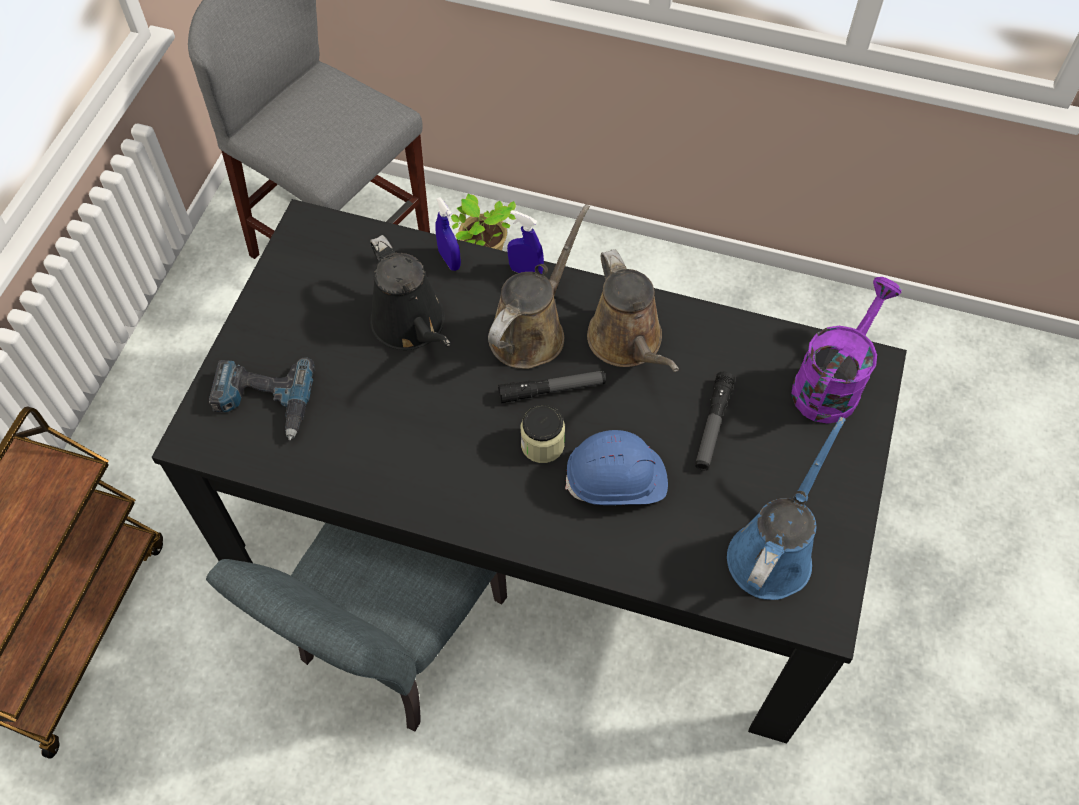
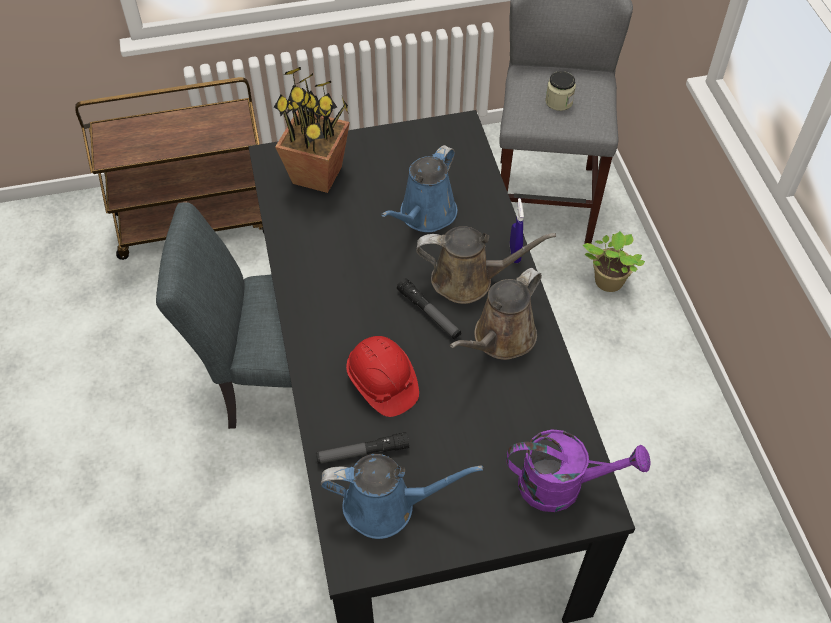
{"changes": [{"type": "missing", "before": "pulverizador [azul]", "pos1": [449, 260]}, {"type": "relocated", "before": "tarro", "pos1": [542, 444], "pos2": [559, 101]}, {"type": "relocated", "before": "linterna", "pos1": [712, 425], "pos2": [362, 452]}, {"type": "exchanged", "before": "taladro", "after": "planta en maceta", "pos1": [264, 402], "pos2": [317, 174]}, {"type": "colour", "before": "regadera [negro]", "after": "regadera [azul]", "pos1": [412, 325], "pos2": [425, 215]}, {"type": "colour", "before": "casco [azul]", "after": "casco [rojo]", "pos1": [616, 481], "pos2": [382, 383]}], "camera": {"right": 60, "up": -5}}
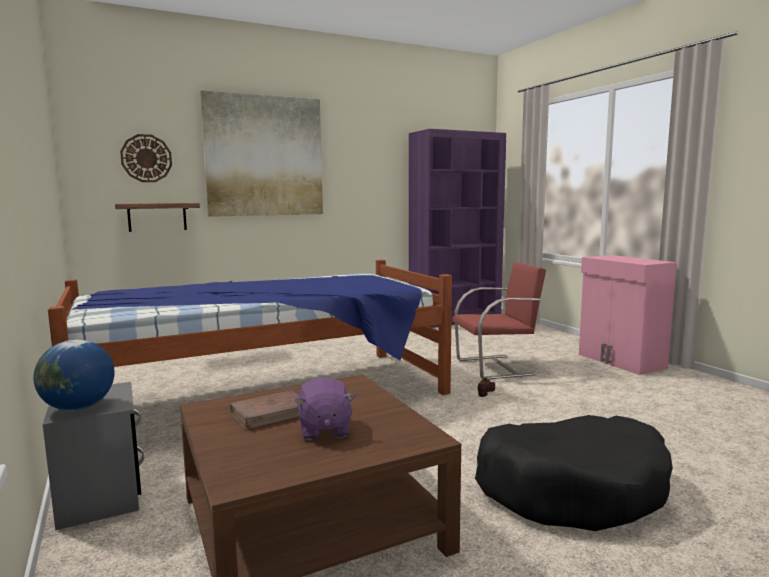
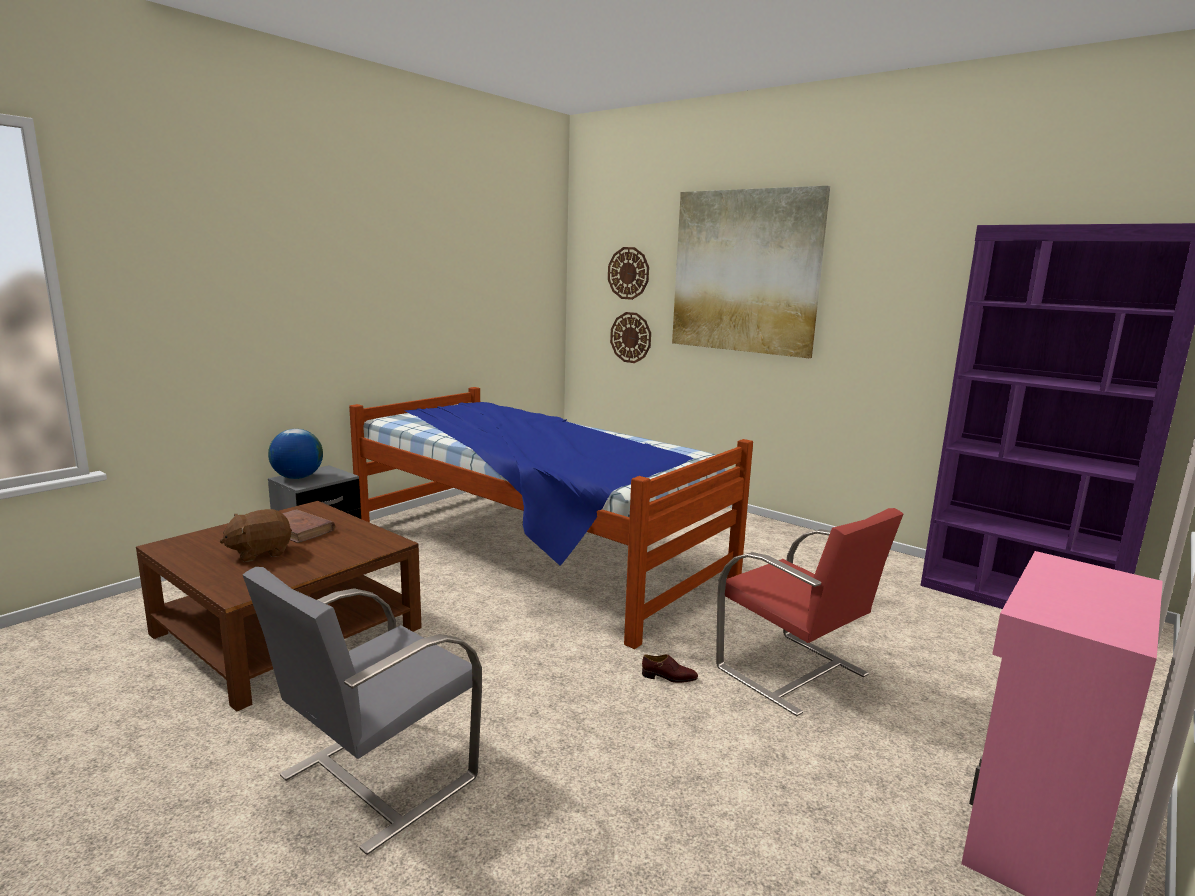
{"changes": [{"type": "exchanged", "before": "estante", "after": "reloj de pared", "pos1": [157, 217], "pos2": [631, 337]}, {"type": "exchanged", "before": "cama para perro [negro]", "after": "silla [gris]", "pos1": [572, 488], "pos2": [375, 778]}, {"type": "colour", "before": "peluche [morado]", "after": "peluche [marrón]", "pos1": [324, 430], "pos2": [260, 553]}], "camera": {"right": 65, "up": 5}}
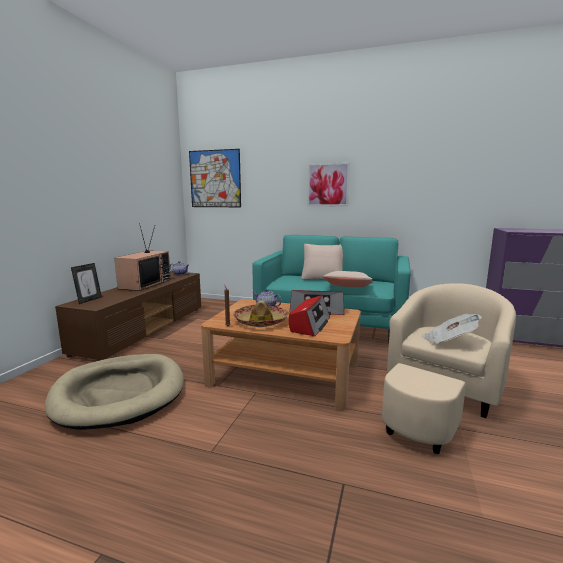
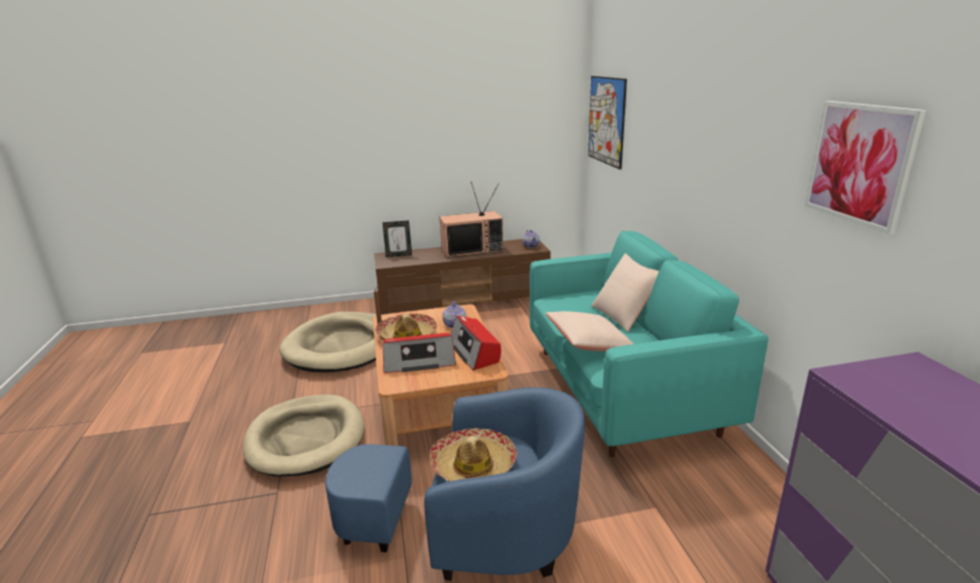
{"changes": [{"type": "appeared", "after": "cama para perro [beis]", "pos2": [306, 438]}, {"type": "relocated", "before": "cuadro", "pos1": [328, 185], "pos2": [859, 163]}, {"type": "exchanged", "before": "periódico", "after": "sombrero", "pos1": [448, 341], "pos2": [474, 466]}, {"type": "colour", "before": "sillón [beis]", "after": "sillón [azul]", "pos1": [441, 397], "pos2": [472, 531]}], "camera": {"right": 60, "up": 10}}
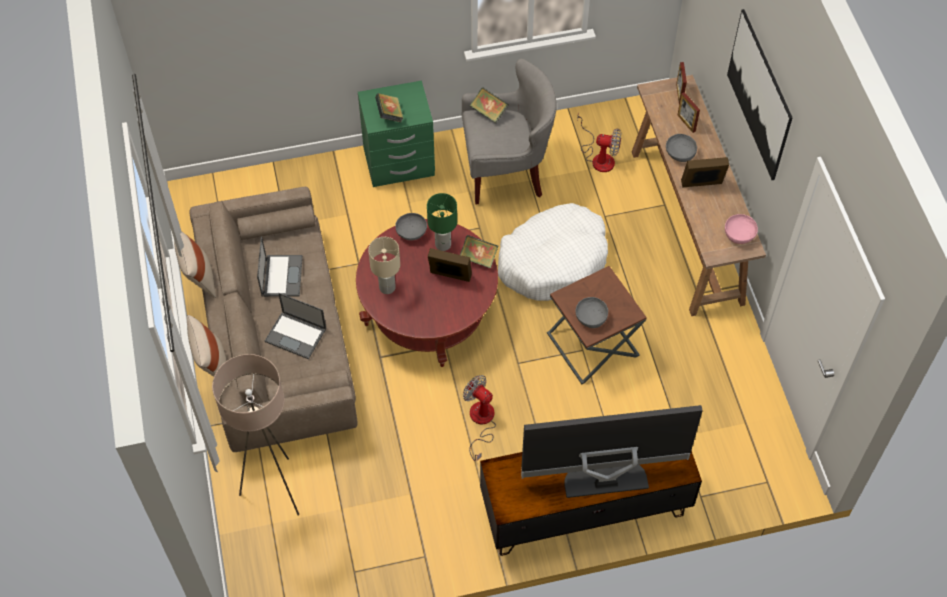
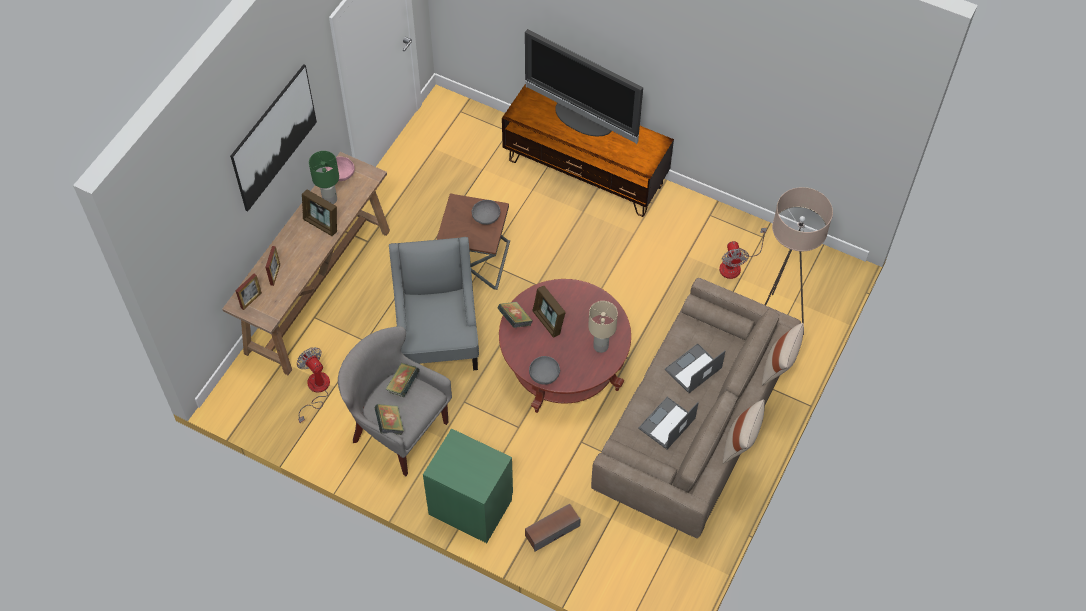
{"changes": [{"type": "missing", "before": "cuenco [gris]", "pos1": [679, 154]}, {"type": "appeared", "after": "altavoz", "pos2": [552, 530]}, {"type": "relocated", "before": "libro", "pos1": [389, 114], "pos2": [403, 385]}, {"type": "relocated", "before": "lámpara de mesa [verde]", "pos1": [443, 244], "pos2": [329, 199]}, {"type": "relocated", "before": "ventilador", "pos1": [481, 422], "pos2": [735, 265]}, {"type": "exchanged", "before": "cama para perro [blanco]", "after": "sillón [gris]", "pos1": [553, 260], "pos2": [438, 336]}, {"type": "spun", "before": "portátil", "pos1": [296, 335], "pos2": [693, 369], "turn": -105}], "camera": {"right": -140, "up": 0}}
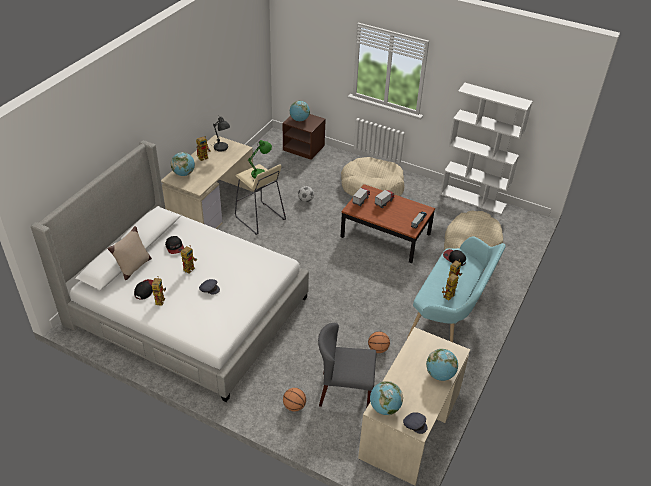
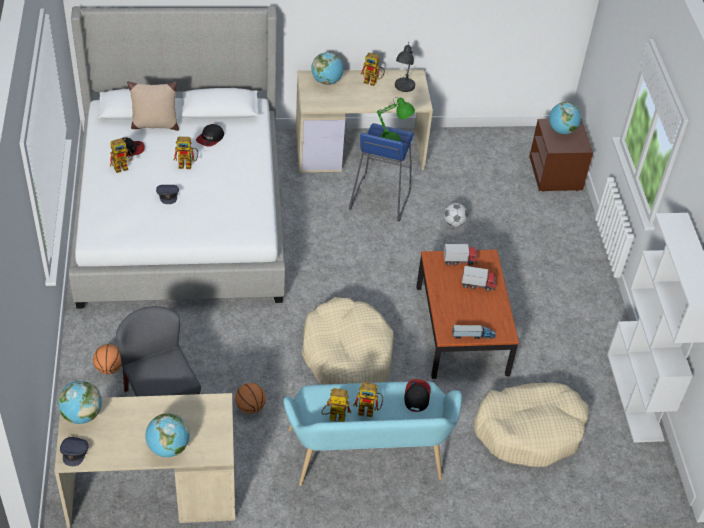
{"changes": [{"type": "relocated", "before": "cama para perro [beis]", "pos1": [372, 187], "pos2": [347, 355]}, {"type": "colour", "before": "taburete [beis]", "after": "taburete [azul]", "pos1": [260, 218], "pos2": [380, 199]}], "camera": {"right": 55, "up": 5}}
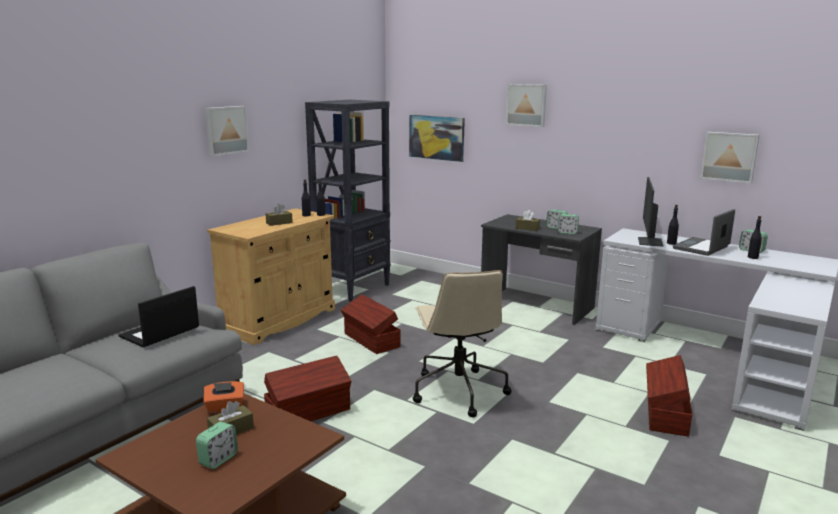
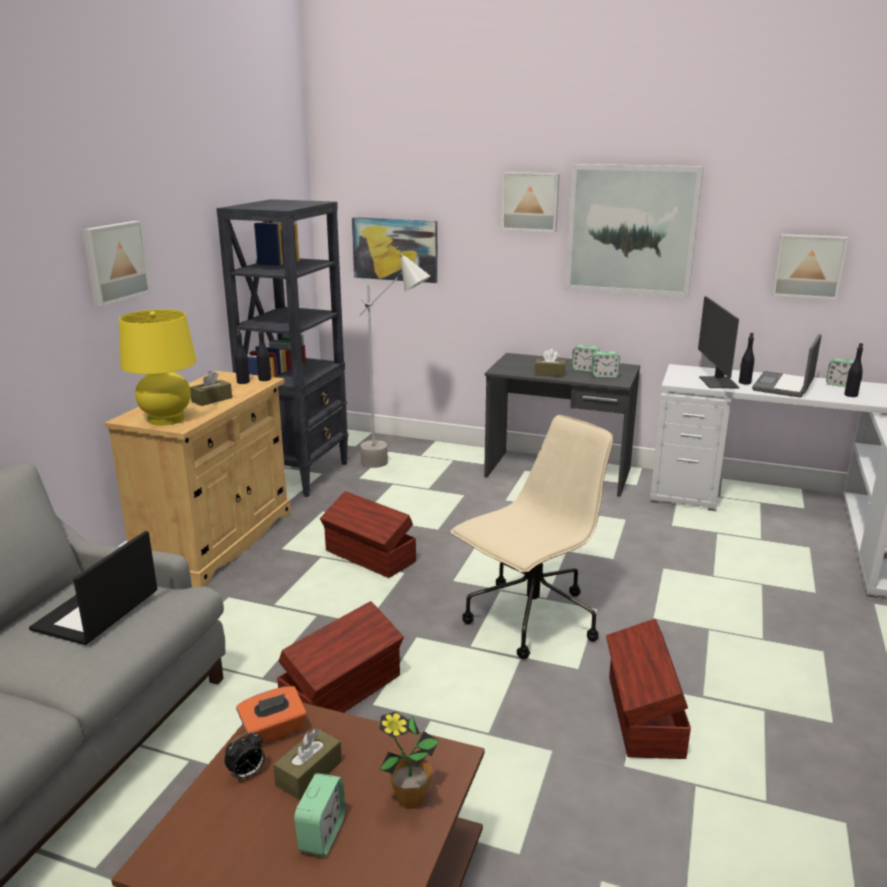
{"changes": [{"type": "appeared", "after": "lámpara de mesa [amarillo]", "pos2": [166, 419]}, {"type": "appeared", "after": "despertador", "pos2": [247, 774]}, {"type": "appeared", "after": "lámpara de pie [gris]", "pos2": [395, 465]}, {"type": "appeared", "after": "planta en maceta", "pos2": [410, 799]}, {"type": "appeared", "after": "cuadro", "pos2": [631, 230]}, {"type": "relocated", "before": "caja de almacenaje [marrón]", "pos1": [665, 413], "pos2": [643, 716]}, {"type": "spun", "before": "silla de oficina [beis]", "pos1": [458, 391], "pos2": [530, 620], "turn": -105}], "camera": {"right": -15, "up": 5}}
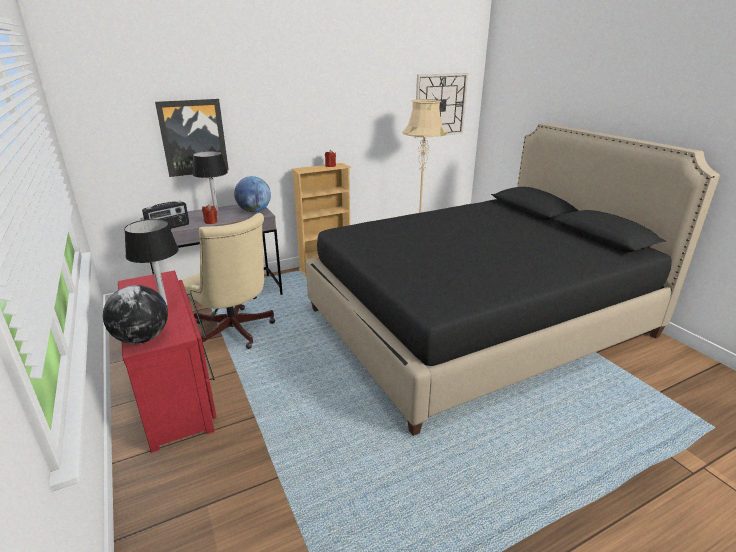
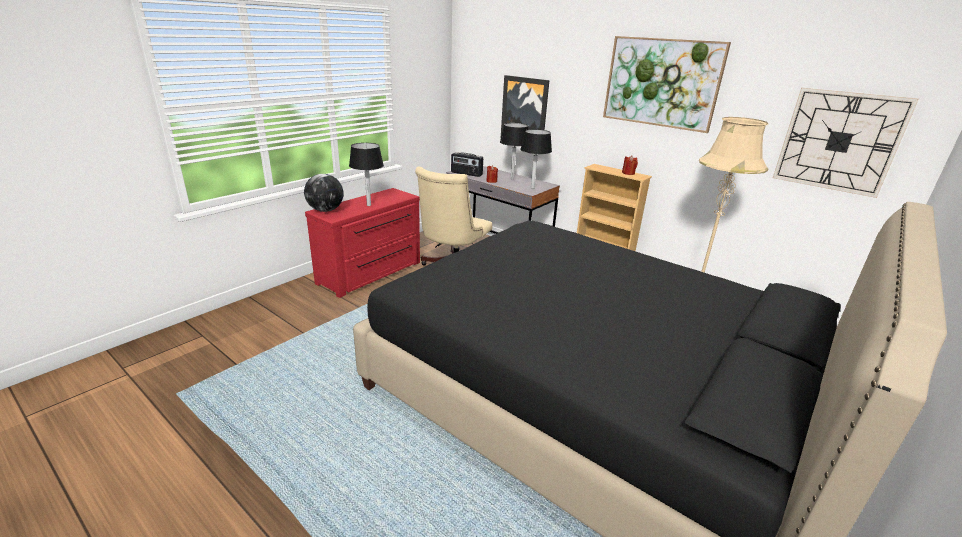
{"changes": [{"type": "appeared", "after": "cuadro", "pos2": [661, 83]}, {"type": "exchanged", "before": "globo terráqueo", "after": "lámpara de mesa [negro]", "pos1": [254, 211], "pos2": [532, 188]}], "camera": {"right": 65, "up": 0}}
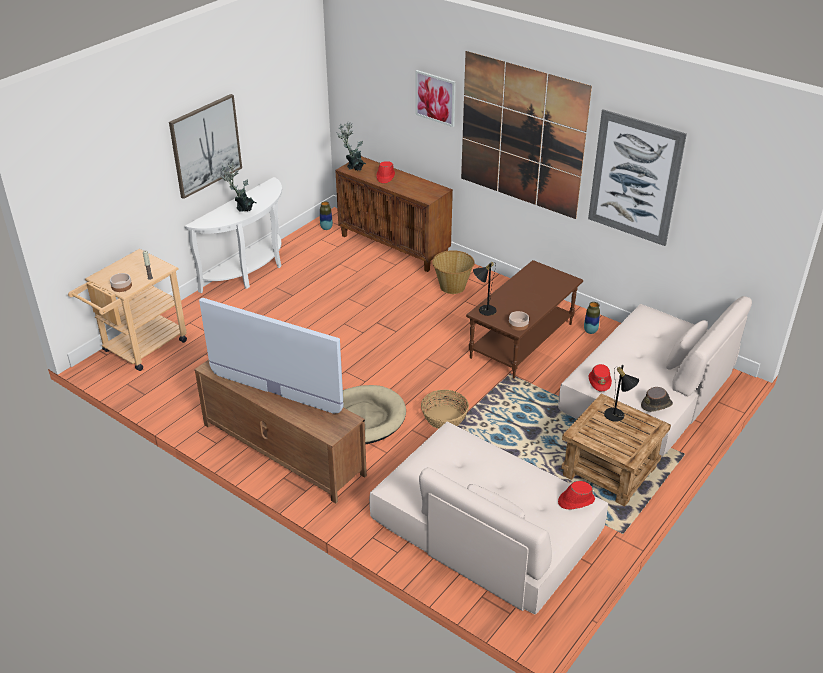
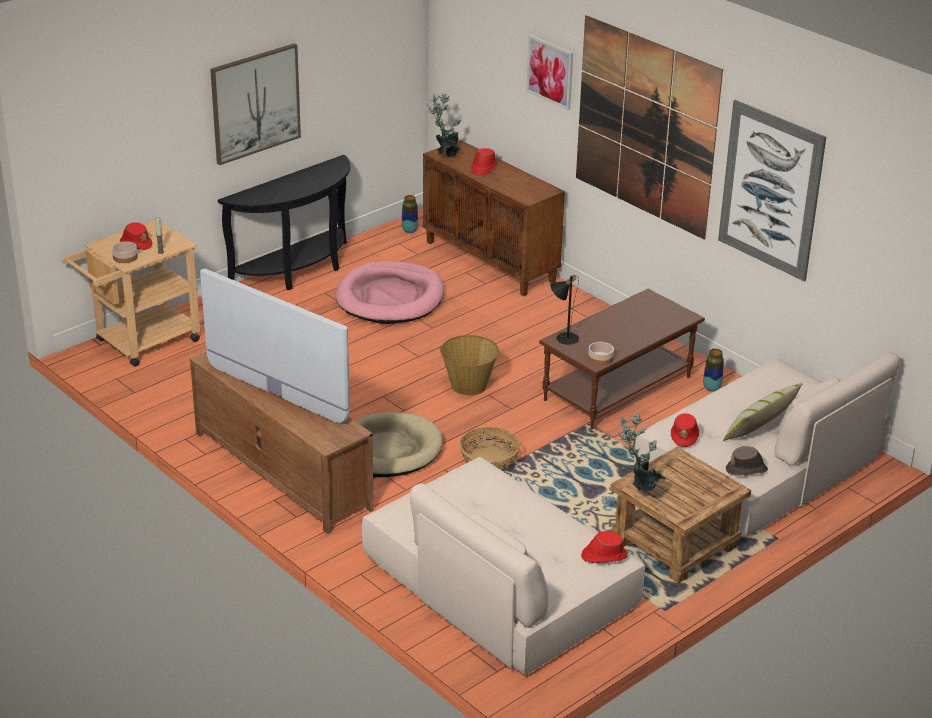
{"changes": [{"type": "missing", "before": "lámpara de mesa [negro]", "pos1": [617, 416]}, {"type": "appeared", "after": "sombrero [rojo]", "pos2": [136, 243]}, {"type": "appeared", "after": "cama para perro [rosa]", "pos2": [390, 298]}, {"type": "appeared", "after": "cojín", "pos2": [760, 427]}, {"type": "relocated", "before": "planta en maceta", "pos1": [242, 211], "pos2": [640, 487]}, {"type": "relocated", "before": "cesta", "pos1": [452, 286], "pos2": [468, 385]}, {"type": "colour", "before": "mesa consola [blanco]", "after": "mesa consola [negro]", "pos1": [250, 271], "pos2": [298, 271]}], "camera": {"right": 10, "up": -5}}
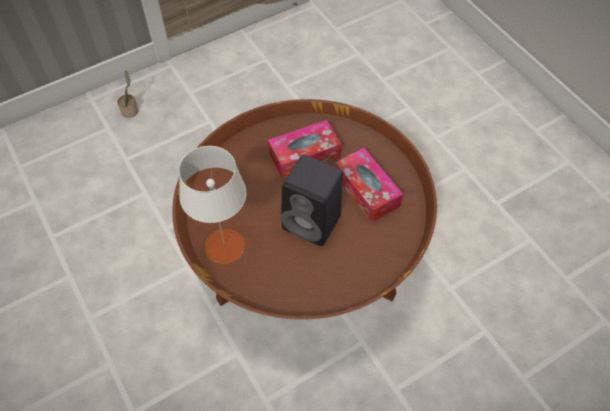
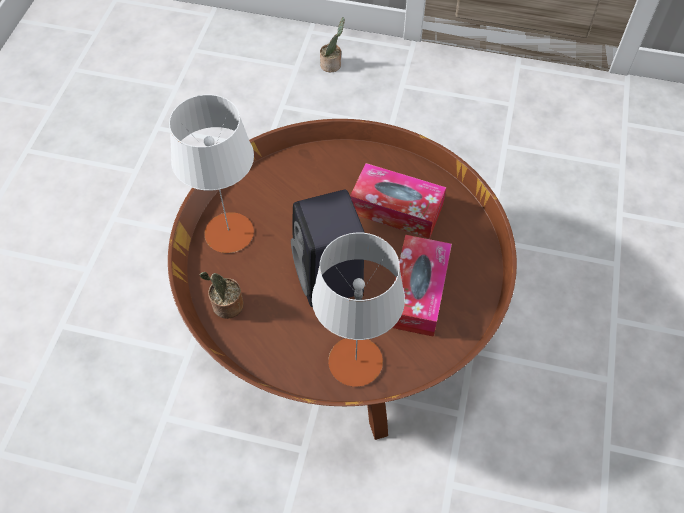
{"changes": [{"type": "appeared", "after": "planta en maceta", "pos2": [226, 306]}, {"type": "appeared", "after": "lámpara de mesa [gris]", "pos2": [356, 361]}], "camera": {"right": 45, "up": 0}}
